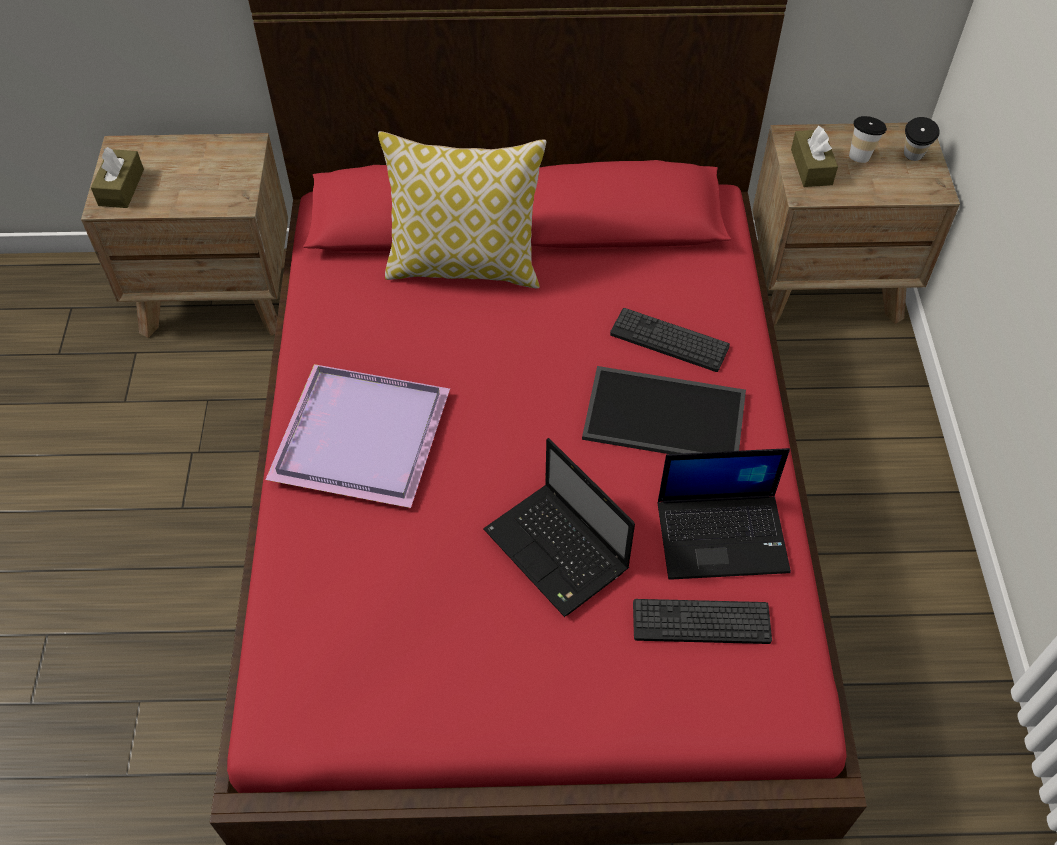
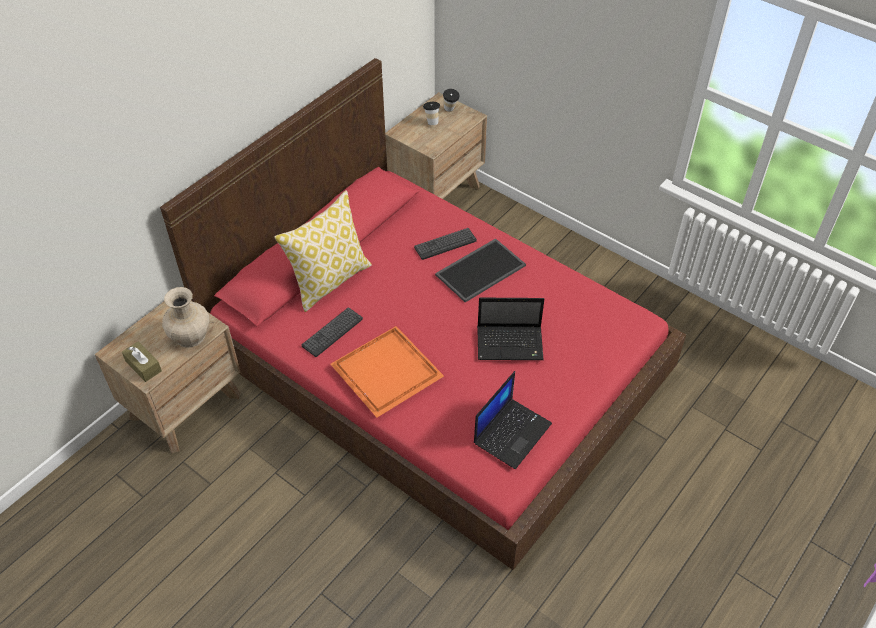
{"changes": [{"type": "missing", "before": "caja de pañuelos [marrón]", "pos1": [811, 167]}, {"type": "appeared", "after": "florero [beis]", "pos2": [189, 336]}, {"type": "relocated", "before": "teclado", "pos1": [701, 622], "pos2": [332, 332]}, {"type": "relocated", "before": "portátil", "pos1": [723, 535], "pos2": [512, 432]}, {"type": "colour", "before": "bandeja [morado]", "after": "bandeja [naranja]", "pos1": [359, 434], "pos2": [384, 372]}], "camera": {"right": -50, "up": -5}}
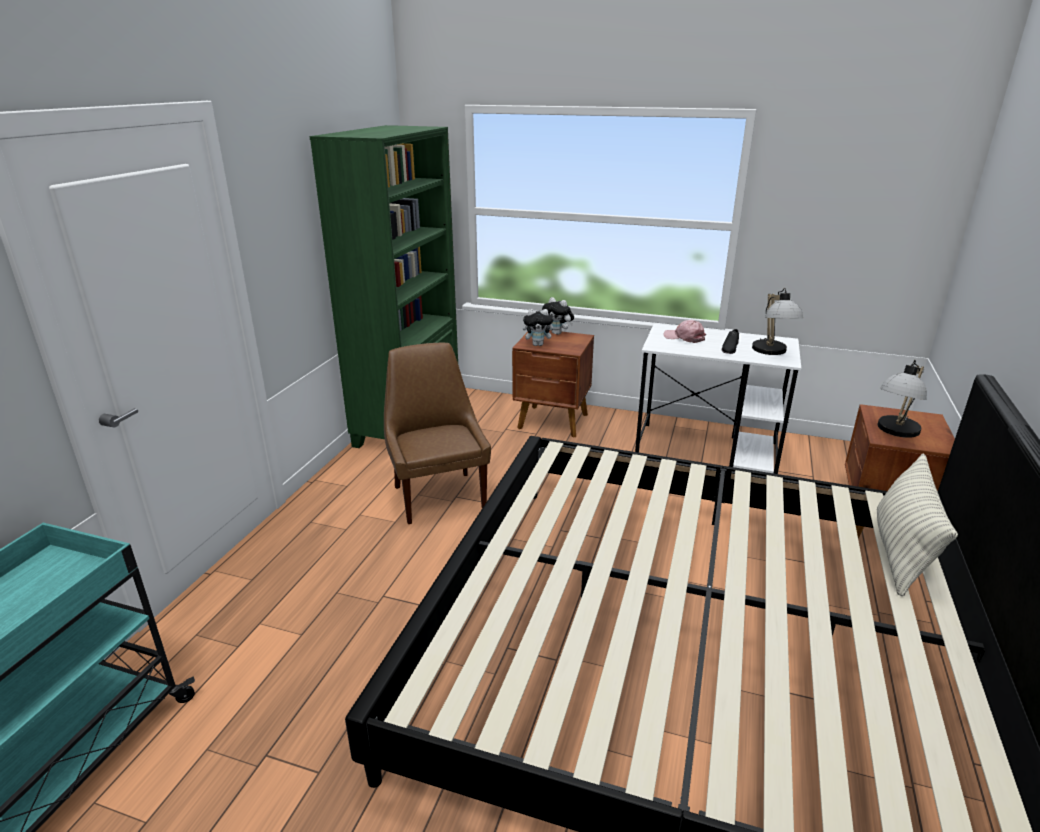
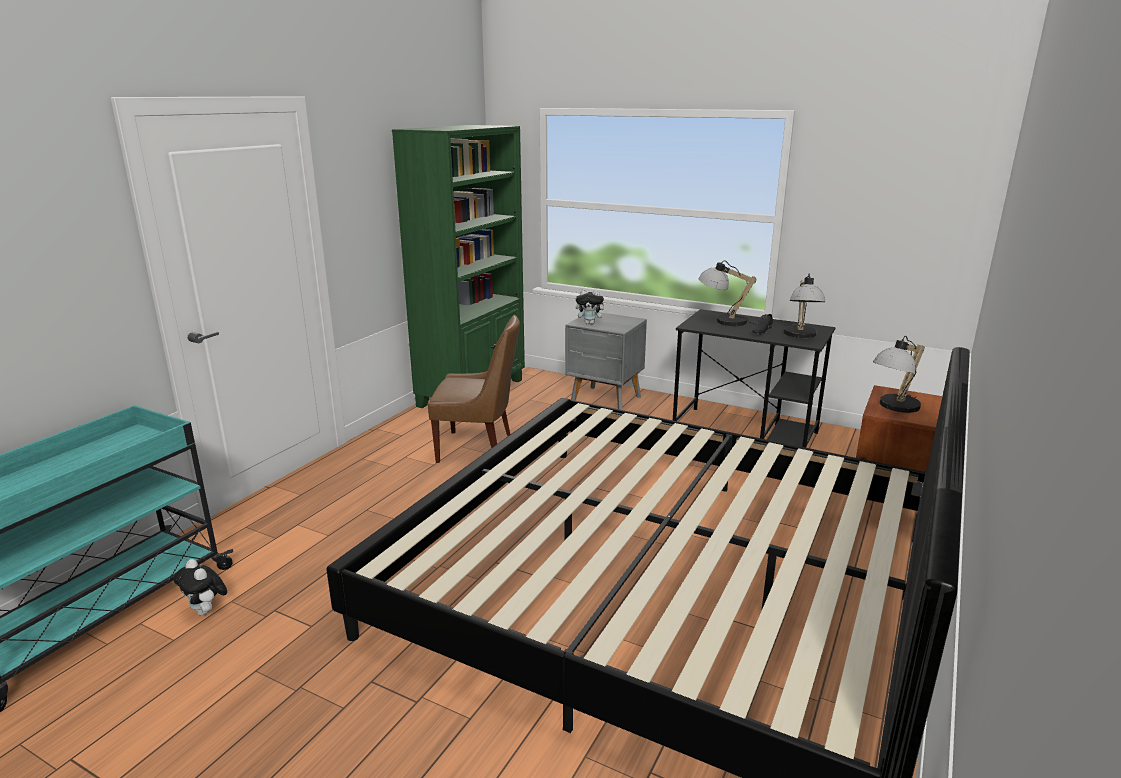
{"changes": [{"type": "missing", "before": "cojín", "pos1": [900, 551]}, {"type": "relocated", "before": "peluche", "pos1": [558, 333], "pos2": [207, 611]}, {"type": "exchanged", "before": "gorra [rosa]", "after": "lámpara de mesa", "pos1": [684, 337], "pos2": [722, 320]}, {"type": "colour", "before": "mesita de noche [marrón]", "after": "mesita de noche [gris]", "pos1": [553, 422], "pos2": [606, 400]}, {"type": "colour", "before": "escritorio [blanco]", "after": "escritorio [negro]", "pos1": [707, 450], "pos2": [746, 433]}, {"type": "spun", "before": "silla [marrón]", "pos1": [438, 495], "pos2": [478, 448], "turn": 105}], "camera": {"right": 10, "up": -5}}
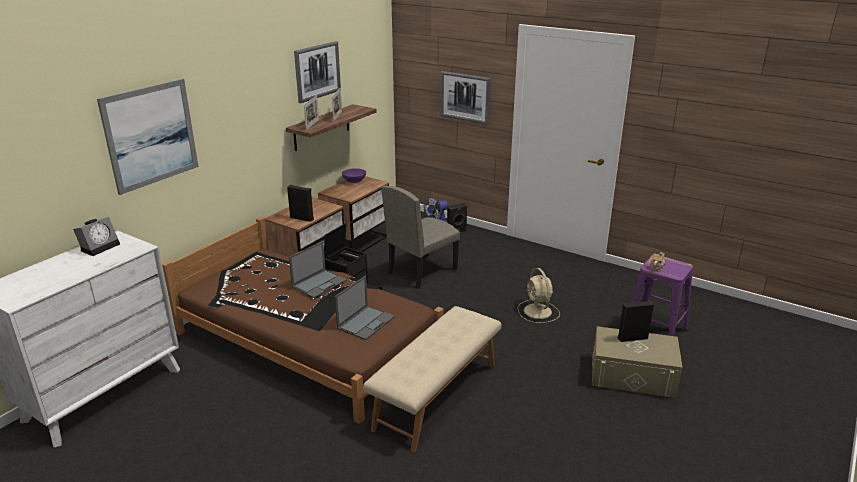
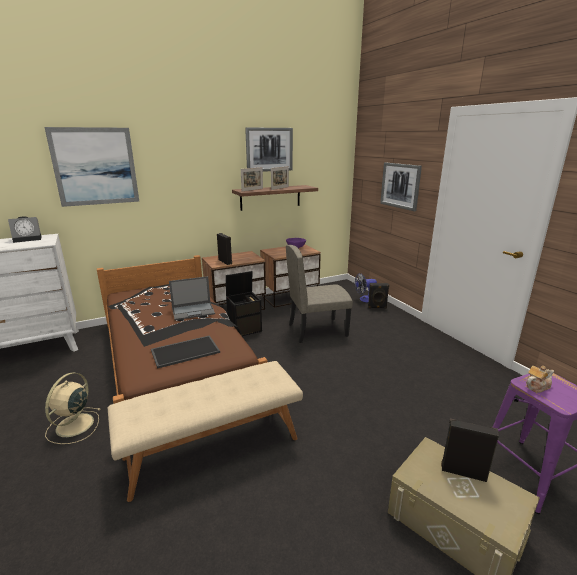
{"changes": [{"type": "relocated", "before": "ventilador [beis]", "pos1": [538, 312], "pos2": [73, 426]}, {"type": "exchanged", "before": "portátil", "after": "bandeja", "pos1": [366, 322], "pos2": [185, 351]}], "camera": {"right": 30, "up": -5}}
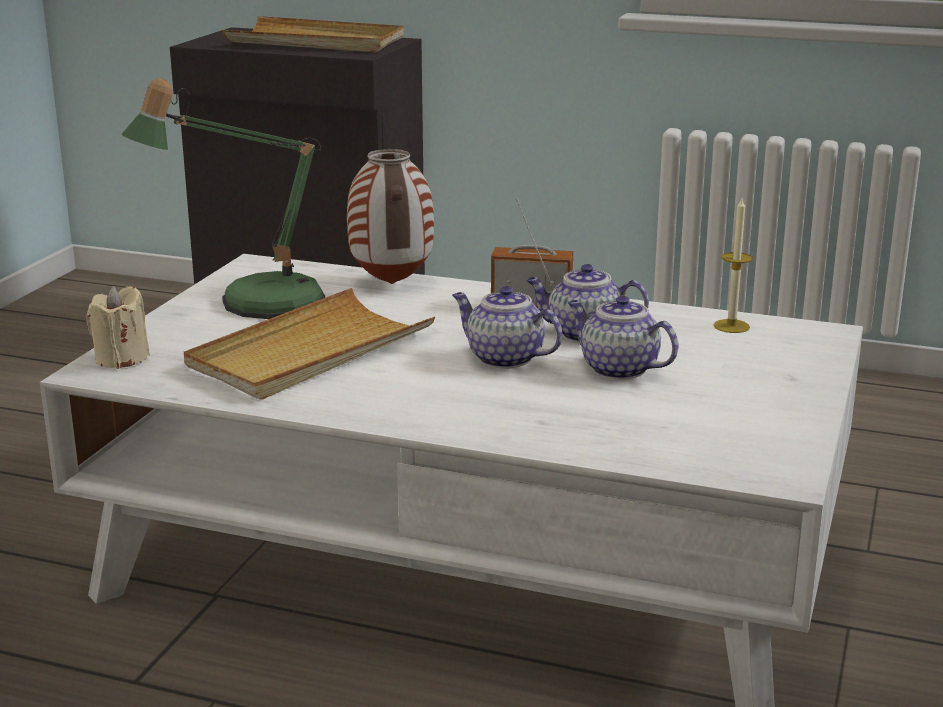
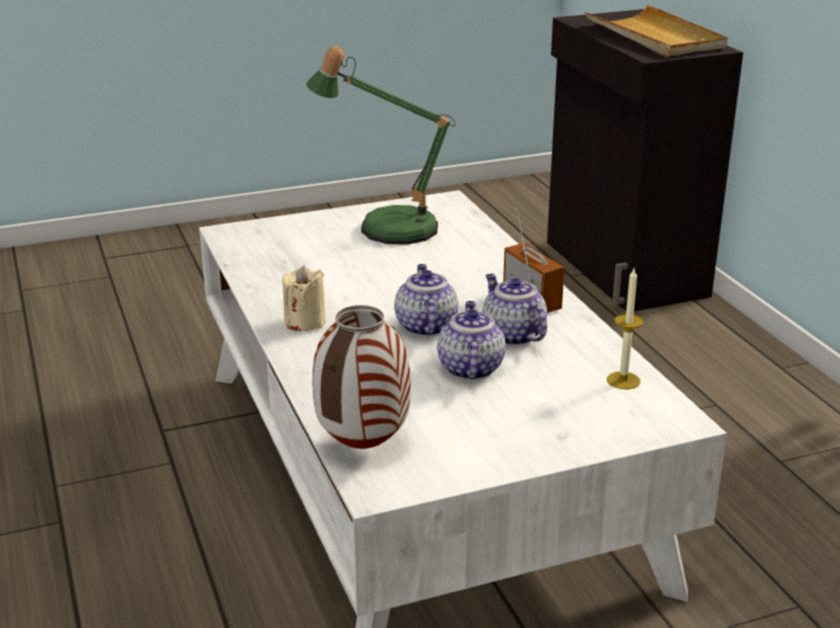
{"changes": [{"type": "missing", "before": "bandeja [beis]", "pos1": [310, 352]}, {"type": "relocated", "before": "vela [beis]", "pos1": [121, 359], "pos2": [305, 322]}, {"type": "relocated", "before": "florero", "pos1": [390, 283], "pos2": [363, 445]}], "camera": {"right": 50, "up": 5}}
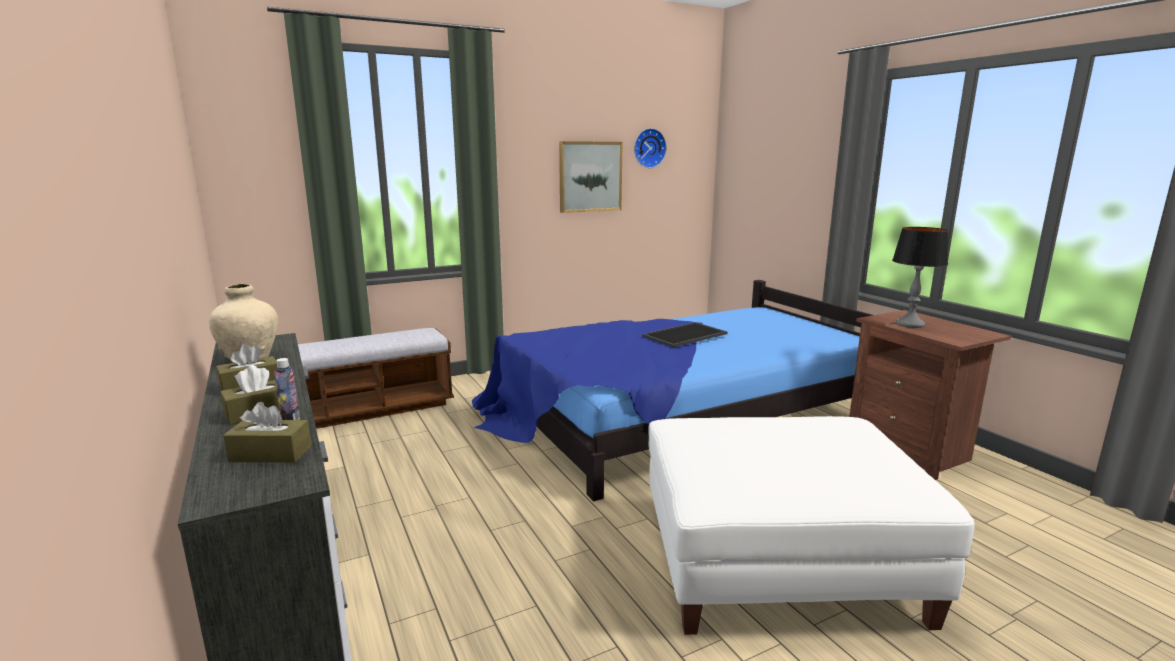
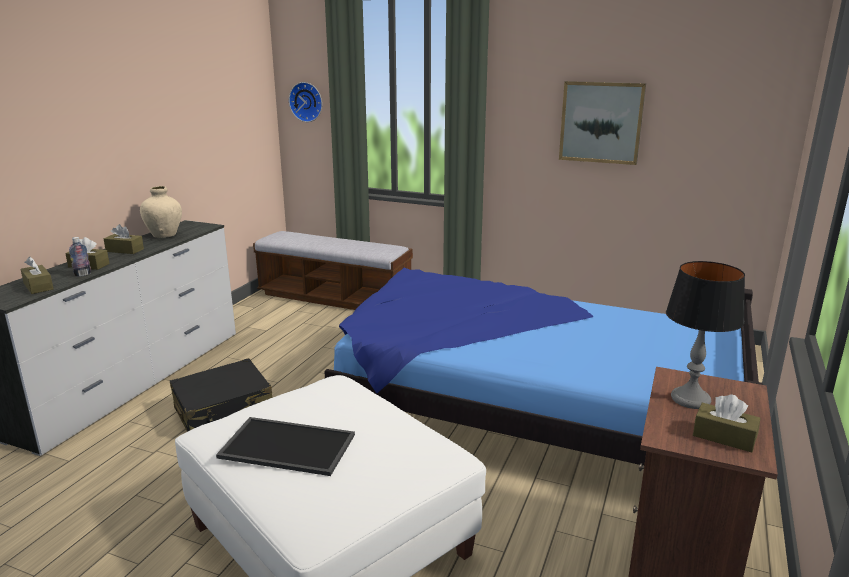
{"changes": [{"type": "appeared", "after": "maleta [negro]", "pos2": [224, 413]}, {"type": "appeared", "after": "caja de pañuelos [marrón]", "pos2": [724, 437]}, {"type": "relocated", "before": "reloj de pared", "pos1": [648, 148], "pos2": [307, 102]}, {"type": "relocated", "before": "bandeja", "pos1": [685, 335], "pos2": [285, 447]}], "camera": {"right": 50, "up": 5}}
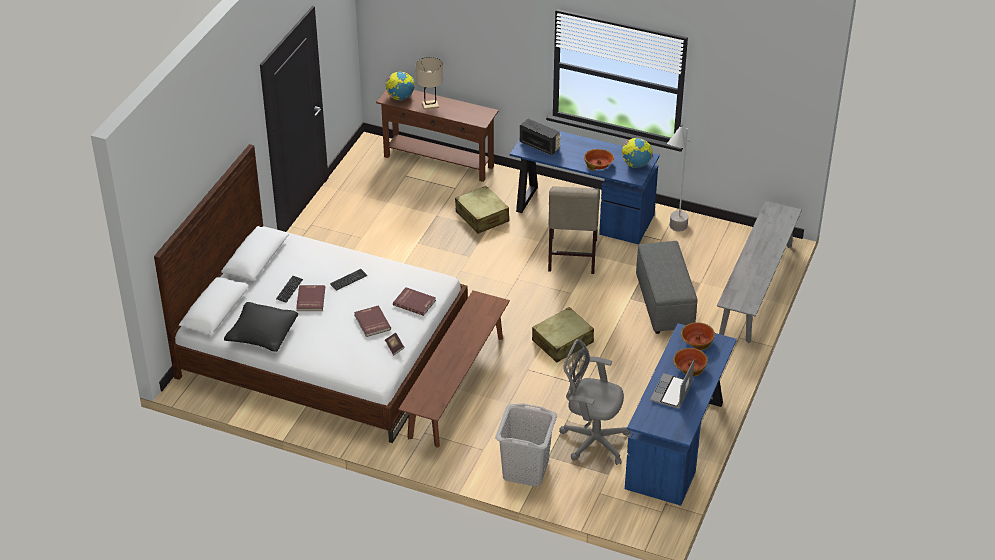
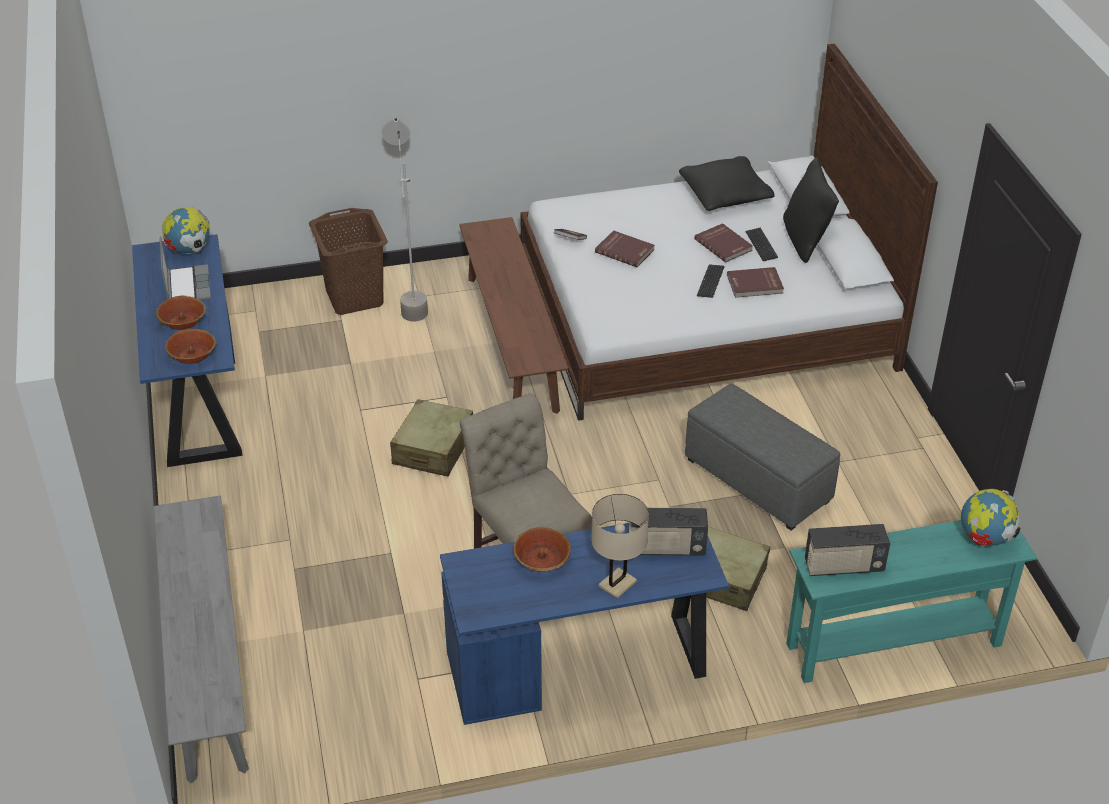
{"changes": [{"type": "missing", "before": "silla de oficina [gris]", "pos1": [592, 440]}, {"type": "appeared", "after": "cojín [negro]", "pos2": [806, 240]}, {"type": "appeared", "after": "radio", "pos2": [843, 566]}, {"type": "relocated", "before": "libro [rojo]", "pos1": [414, 302], "pos2": [755, 285]}, {"type": "relocated", "before": "lámpara de mesa [beis]", "pos1": [430, 105], "pos2": [617, 584]}, {"type": "relocated", "before": "globo terráqueo", "pos1": [636, 165], "pos2": [189, 250]}, {"type": "relocated", "before": "puf [gris]", "pos1": [664, 302], "pos2": [758, 481]}, {"type": "relocated", "before": "lámpara de pie [gris]", "pos1": [673, 234], "pos2": [411, 299]}, {"type": "colour", "before": "mesa consola [marrón]", "after": "mesa consola [turquesa]", "pos1": [439, 161], "pos2": [894, 645]}, {"type": "colour", "before": "cesto de la ropa [gris]", "after": "cesto de la ropa [marrón]", "pos1": [525, 470], "pos2": [355, 297]}], "camera": {"right": 145, "up": 0}}
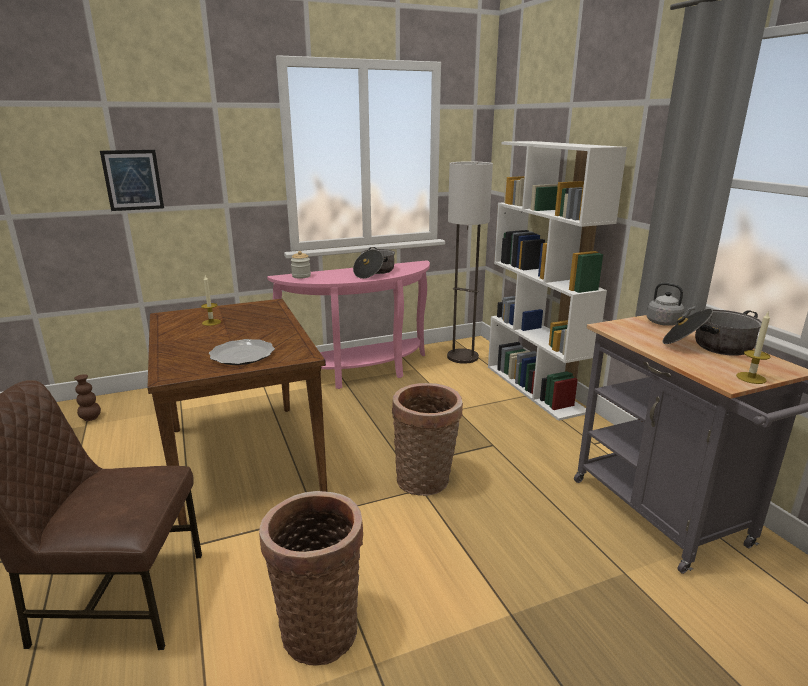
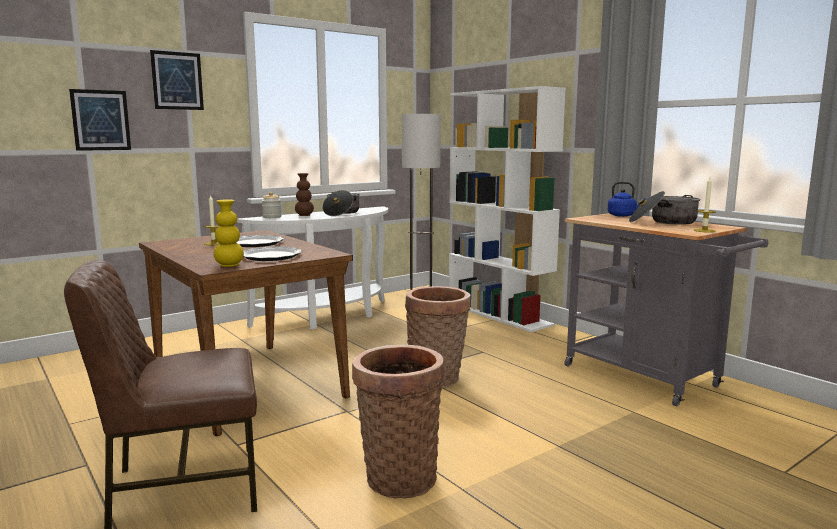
{"changes": [{"type": "appeared", "after": "cuadro", "pos2": [177, 81]}, {"type": "appeared", "after": "florero [amarillo]", "pos2": [229, 265]}, {"type": "appeared", "after": "plato", "pos2": [256, 243]}, {"type": "relocated", "before": "florero [marrón]", "pos1": [90, 418], "pos2": [304, 215]}, {"type": "colour", "before": "mesa consola [rosa]", "after": "mesa consola [blanco]", "pos1": [361, 373], "pos2": [329, 317]}, {"type": "colour", "before": "hervidor [gris]", "after": "hervidor [azul]", "pos1": [665, 323], "pos2": [623, 215]}], "camera": {"right": -15, "up": -10}}
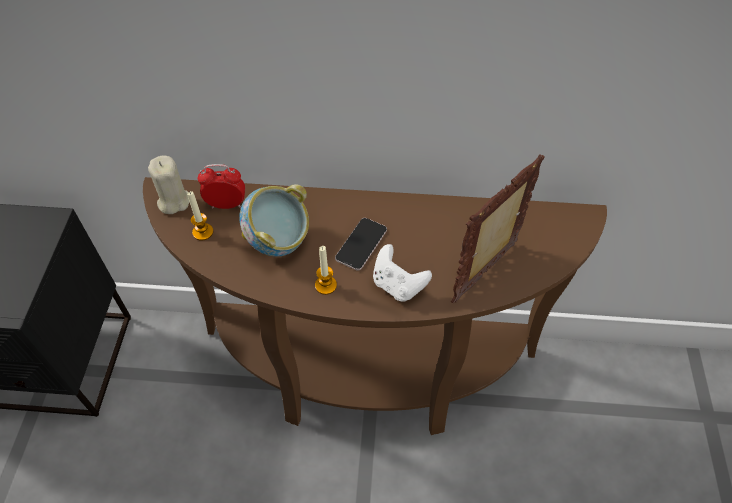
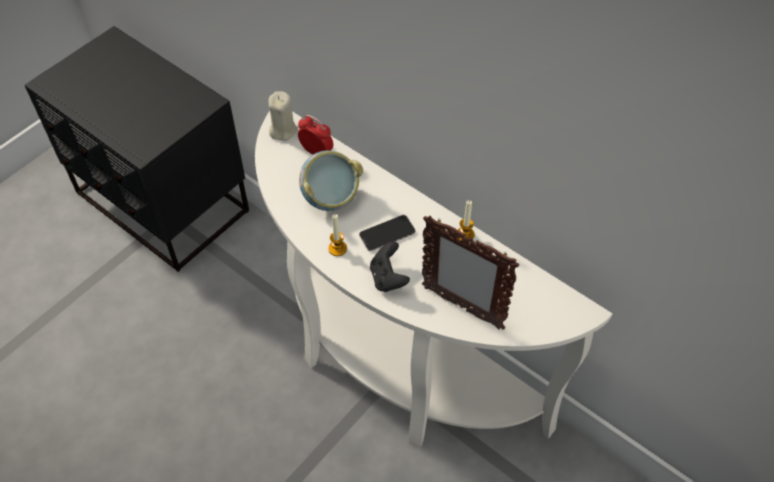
{"changes": [{"type": "relocated", "before": "vela", "pos1": [203, 232], "pos2": [465, 235]}, {"type": "colour", "before": "mesa consola [marrón]", "after": "mesa consola [blanco]", "pos1": [366, 376], "pos2": [392, 364]}, {"type": "colour", "before": "mando de consola [blanco]", "after": "mando de consola [negro]", "pos1": [398, 285], "pos2": [388, 278]}, {"type": "spun", "before": "portarretratos", "pos1": [485, 272], "pos2": [461, 307], "turn": -135}], "camera": {"right": 35, "up": 0}}
